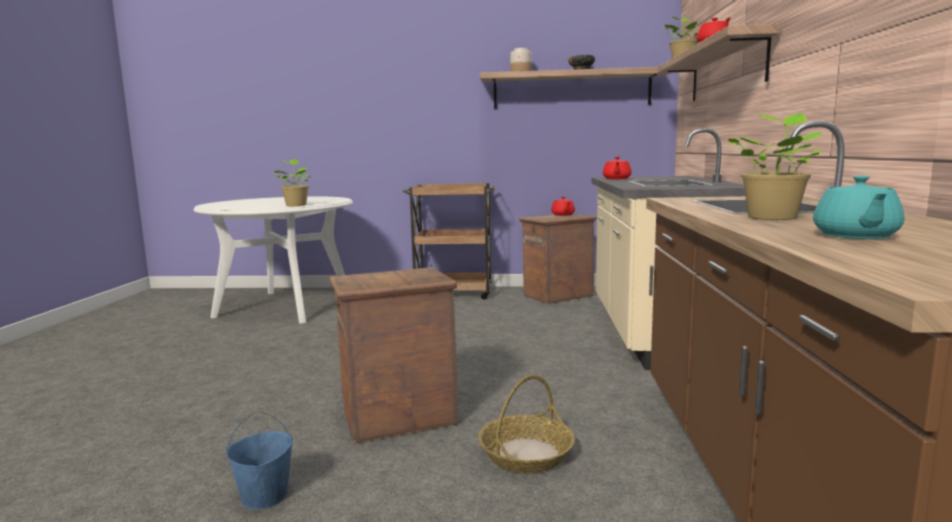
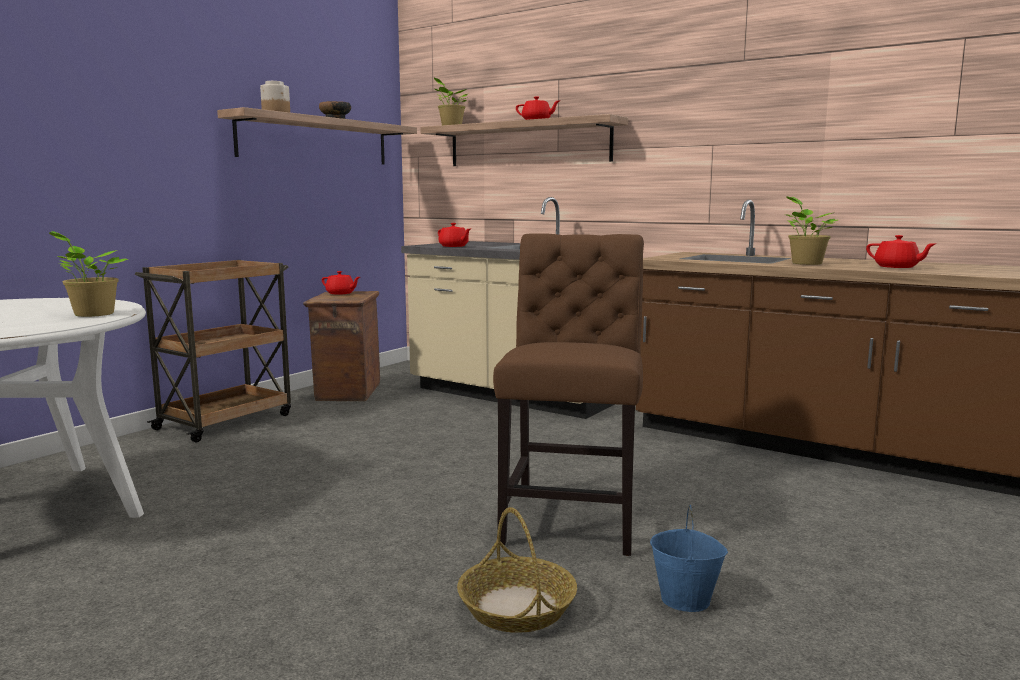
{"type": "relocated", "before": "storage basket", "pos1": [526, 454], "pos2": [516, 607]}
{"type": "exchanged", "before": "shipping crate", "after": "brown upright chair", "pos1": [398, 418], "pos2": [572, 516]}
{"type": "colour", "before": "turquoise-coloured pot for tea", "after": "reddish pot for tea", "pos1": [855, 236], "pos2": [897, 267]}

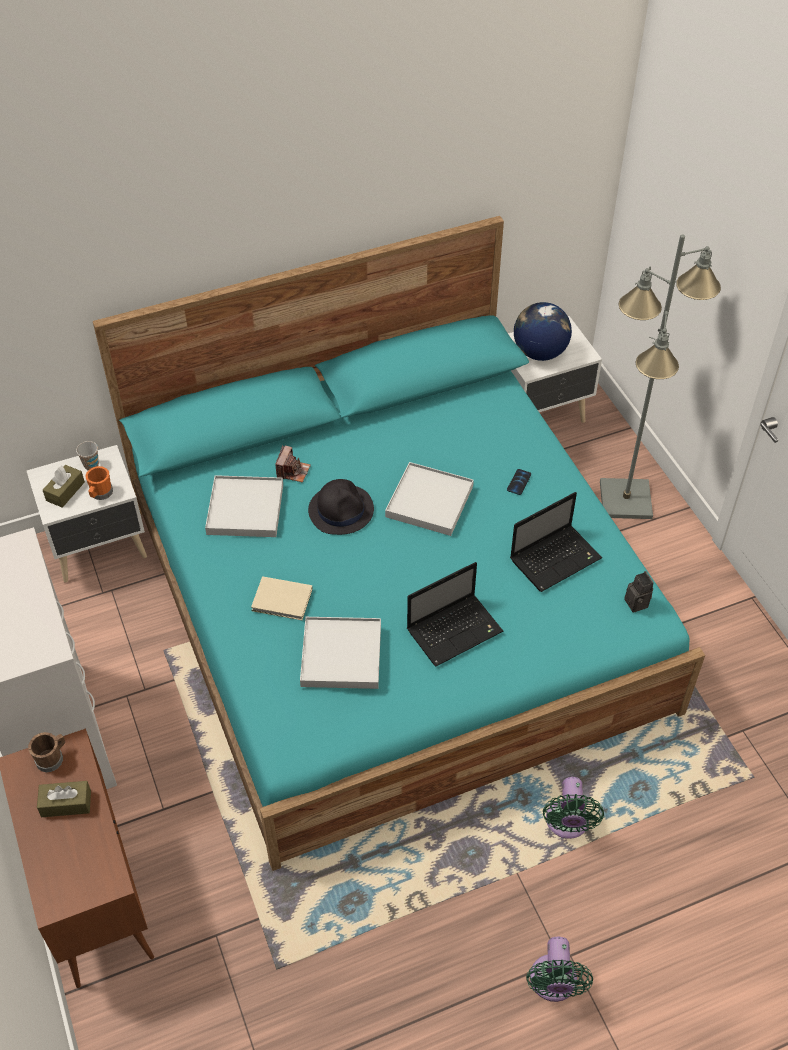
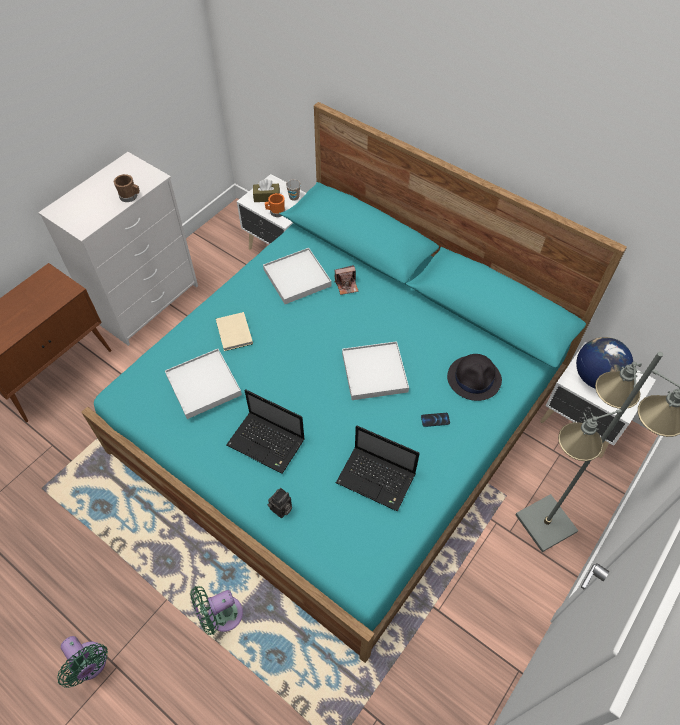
{"type": "spun", "before": "green electric fan", "pos1": [553, 984], "pos2": [90, 664], "turn": -105}
{"type": "relocated", "before": "brown mug", "pos1": [52, 758], "pos2": [130, 197]}
{"type": "relocated", "before": "still camera", "pos1": [638, 604], "pos2": [281, 509]}
{"type": "relocated", "before": "blackish hat", "pos1": [341, 510], "pos2": [474, 378]}
{"type": "missing", "before": "brown tissue box", "pos1": [66, 804]}

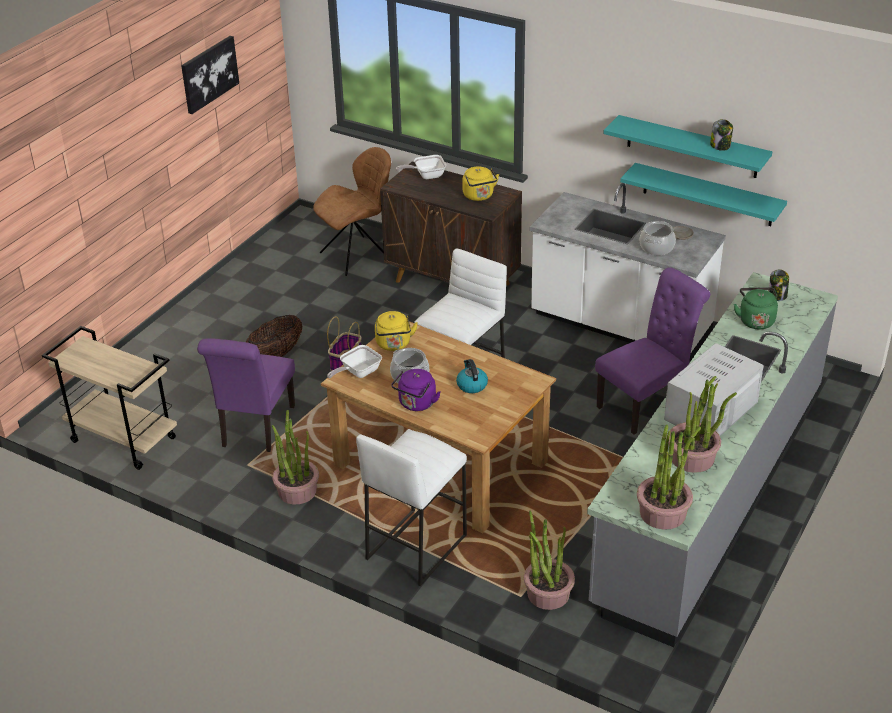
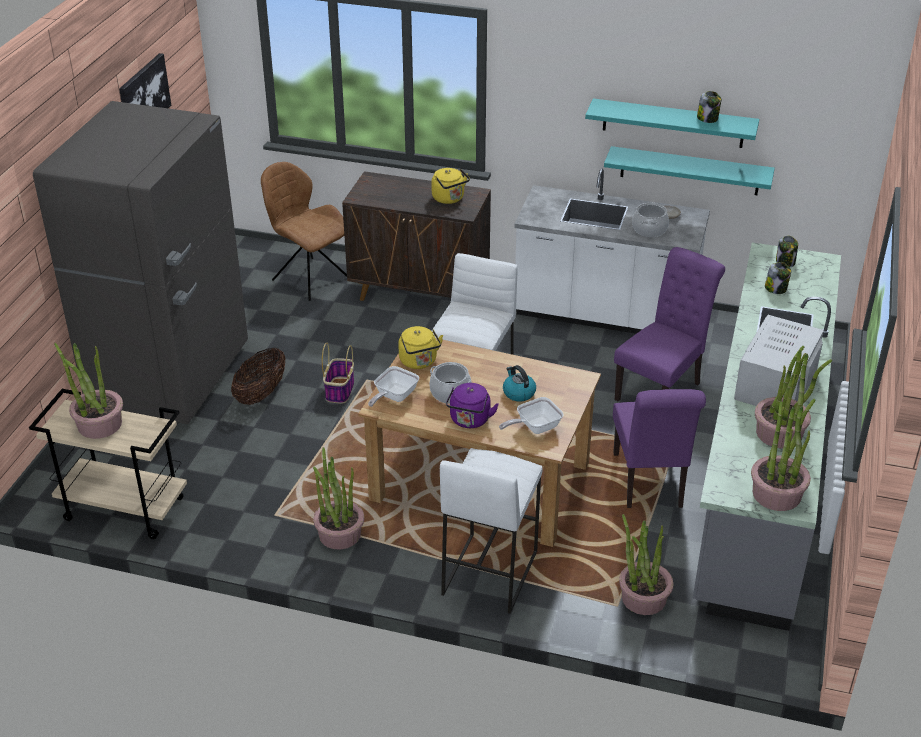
{"type": "appeared", "after": "greyish refrigerator", "pos2": [171, 376]}
{"type": "appeared", "after": "houseplant", "pos2": [99, 424]}
{"type": "spun", "before": "brown upright chair", "pos1": [357, 255], "pos2": [309, 278], "turn": -90}
{"type": "relocated", "before": "frying pan", "pos1": [426, 175], "pos2": [534, 427]}
{"type": "relocated", "before": "purplish upright chair", "pos1": [255, 429], "pos2": [649, 484]}
{"type": "exchanged", "before": "green water kettle", "after": "jar", "pos1": [755, 320], "pos2": [776, 289]}

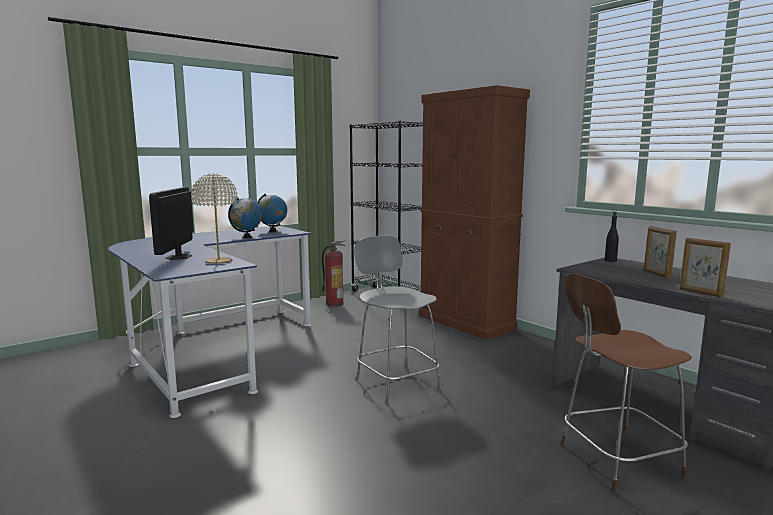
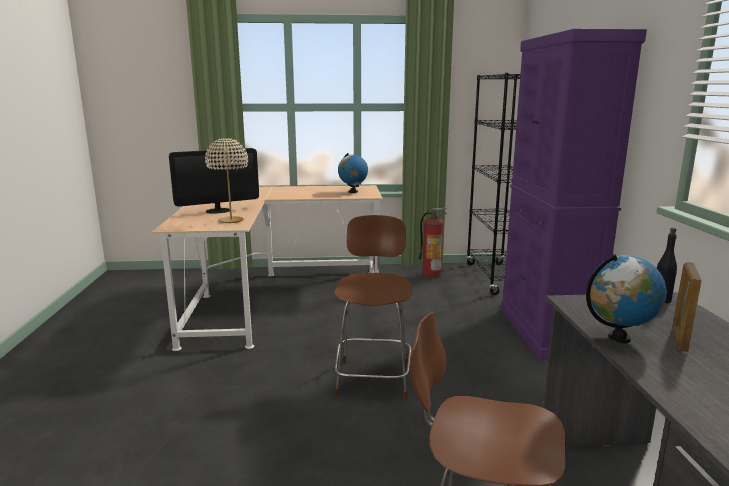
{"type": "colour", "before": "blue-coloured desk unit", "after": "beige desk unit", "pos1": [211, 350], "pos2": [271, 297]}
{"type": "spun", "before": "computer display", "pos1": [178, 257], "pos2": [218, 211], "turn": -150}
{"type": "colour", "before": "greyish upright chair", "after": "brown upright chair", "pos1": [396, 382], "pos2": [373, 378]}
{"type": "colour", "before": "brown storage cabinet", "after": "purplish storage cabinet", "pos1": [466, 322], "pos2": [545, 331]}
{"type": "relocated", "before": "world globe", "pos1": [247, 237], "pos2": [619, 338]}
{"type": "missing", "before": "standing frame", "pos1": [700, 293]}

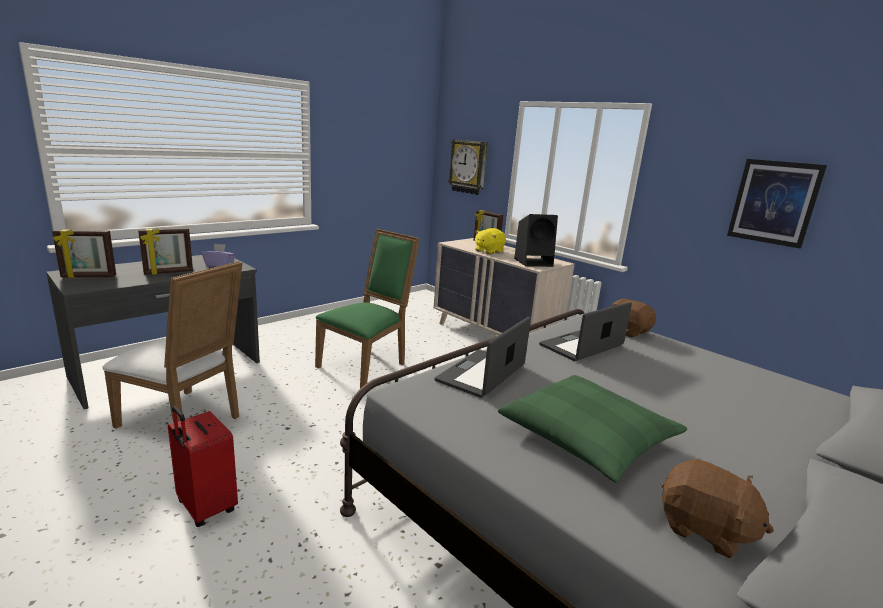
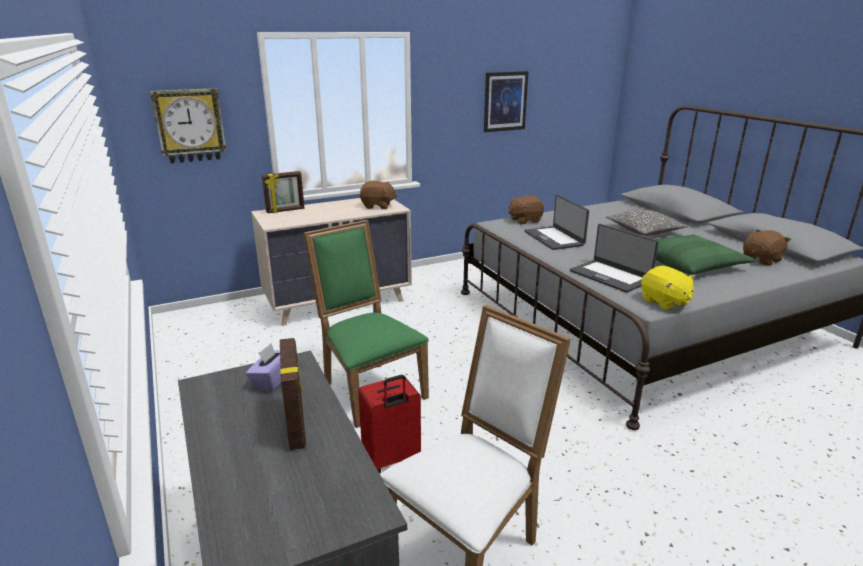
{"type": "relocated", "before": "reddish piece of luggage", "pos1": [205, 508], "pos2": [391, 459]}
{"type": "exchanged", "before": "blackish speaker", "after": "brown cuddly toy", "pos1": [534, 262], "pos2": [377, 206]}
{"type": "appeared", "after": "throw pillow", "pos2": [644, 230]}
{"type": "relocated", "before": "yellow-coloured cuddly toy", "pos1": [488, 251], "pos2": [664, 302]}
{"type": "missing", "before": "standing frame", "pos1": [88, 277]}

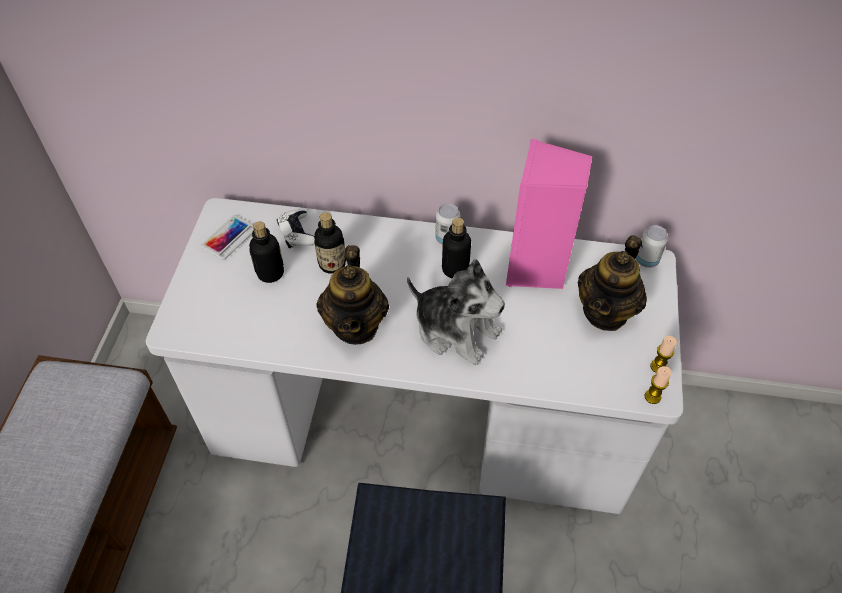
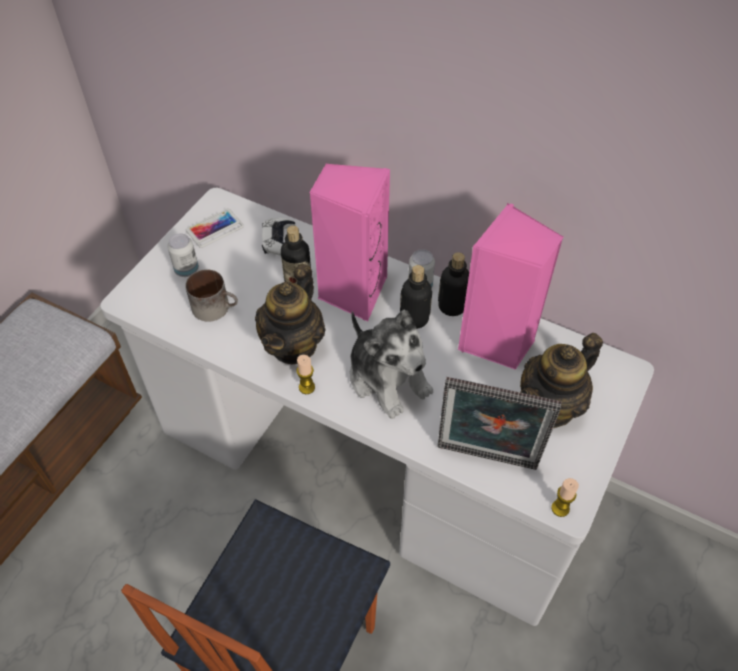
{"type": "relocated", "before": "metal can", "pos1": [646, 260], "pos2": [186, 270]}
{"type": "appeared", "after": "mug", "pos2": [216, 307]}
{"type": "relocated", "before": "wax candle", "pos1": [658, 366], "pos2": [306, 387]}
{"type": "appeared", "after": "pink speaker", "pos2": [352, 291]}
{"type": "appeared", "after": "standing frame", "pos2": [486, 460]}
{"type": "relocated", "before": "bottle", "pos1": [270, 273], "pos2": [452, 306]}

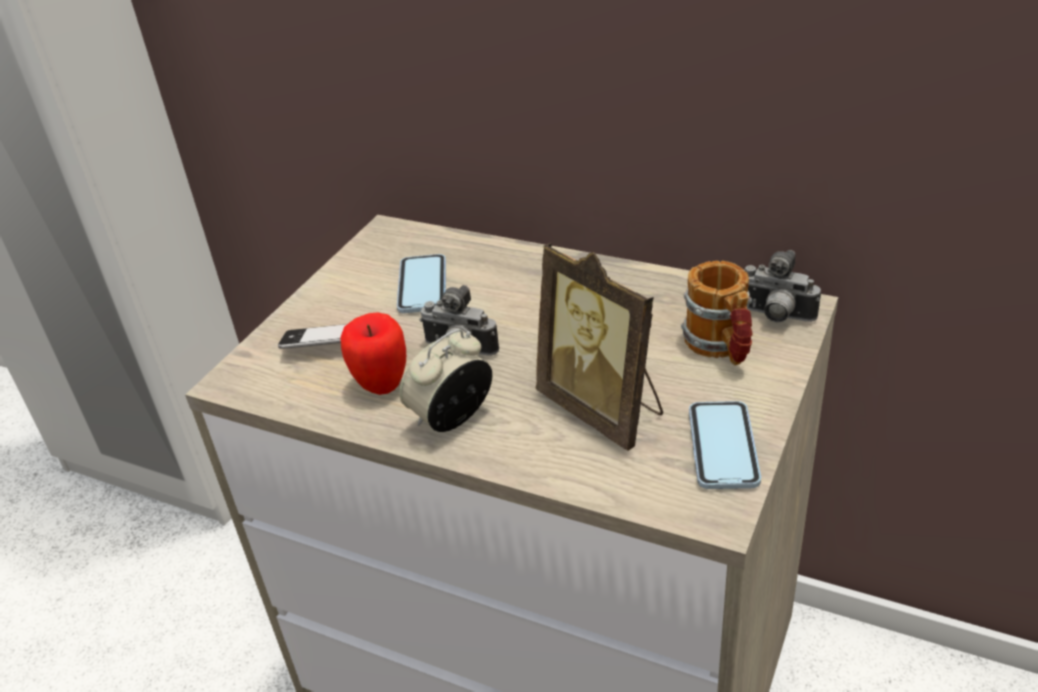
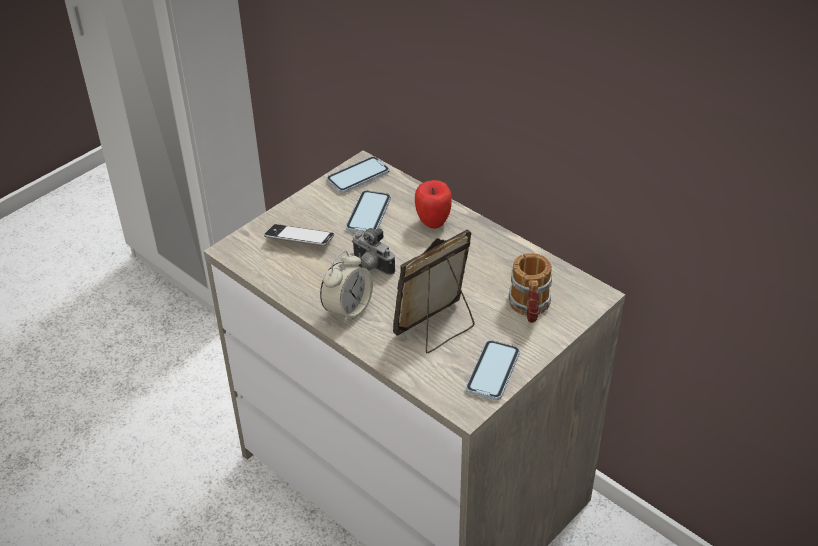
{"type": "spun", "before": "bedside clock", "pos1": [452, 418], "pos2": [348, 309], "turn": 150}
{"type": "appeared", "after": "handset", "pos2": [358, 176]}
{"type": "spun", "before": "standing frame", "pos1": [604, 409], "pos2": [437, 329], "turn": 75}
{"type": "relocated", "before": "whole apple", "pos1": [381, 385], "pos2": [433, 222]}
{"type": "missing", "before": "still camera", "pos1": [774, 317]}

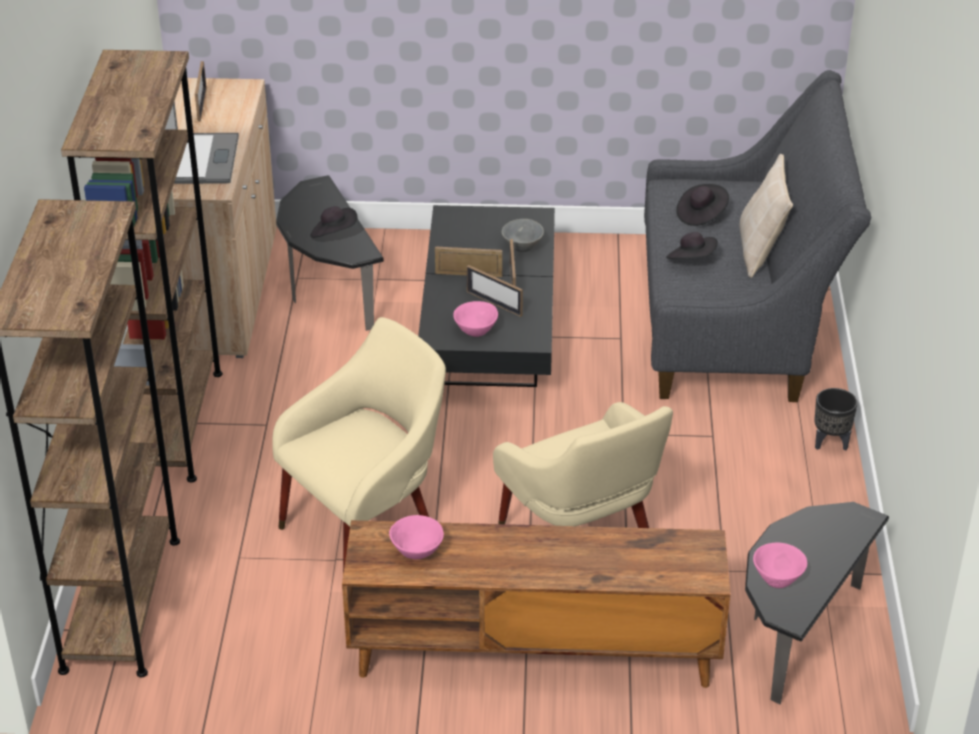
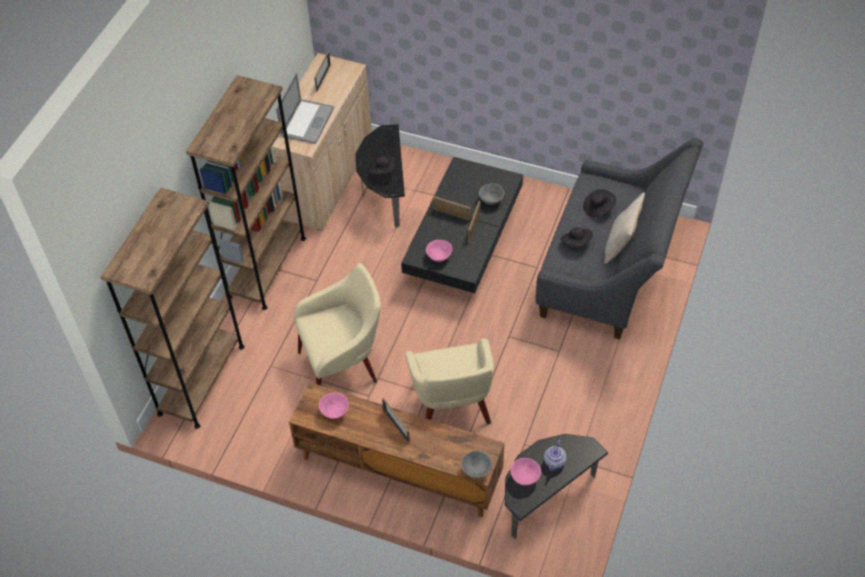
{"type": "relocated", "before": "standing frame", "pos1": [494, 303], "pos2": [396, 425]}
{"type": "appeared", "after": "greyish deep dish", "pos2": [477, 470]}
{"type": "appeared", "after": "pot for tea", "pos2": [554, 462]}
{"type": "missing", "before": "blackish plant pot", "pos1": [831, 443]}

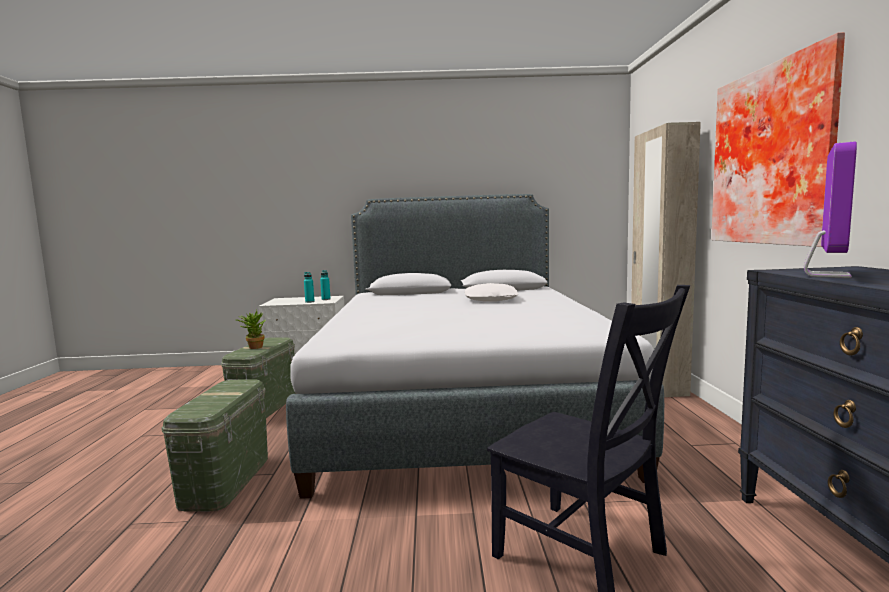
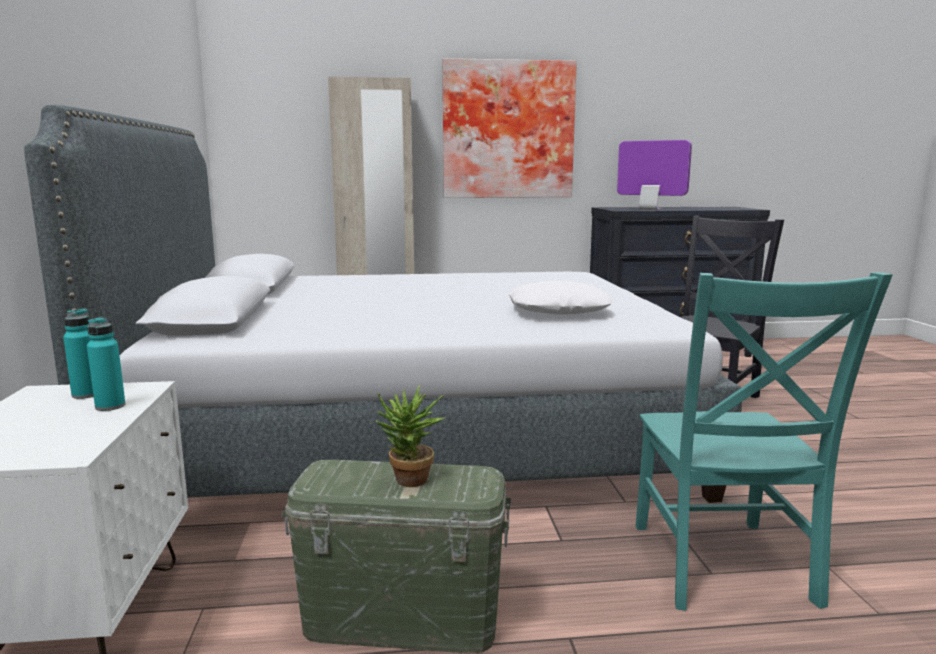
{"type": "relocated", "before": "whitish throw pillow", "pos1": [491, 299], "pos2": [558, 310]}
{"type": "exchanged", "before": "green storage container", "after": "turquoise-coloured upright chair", "pos1": [226, 480], "pos2": [723, 567]}

